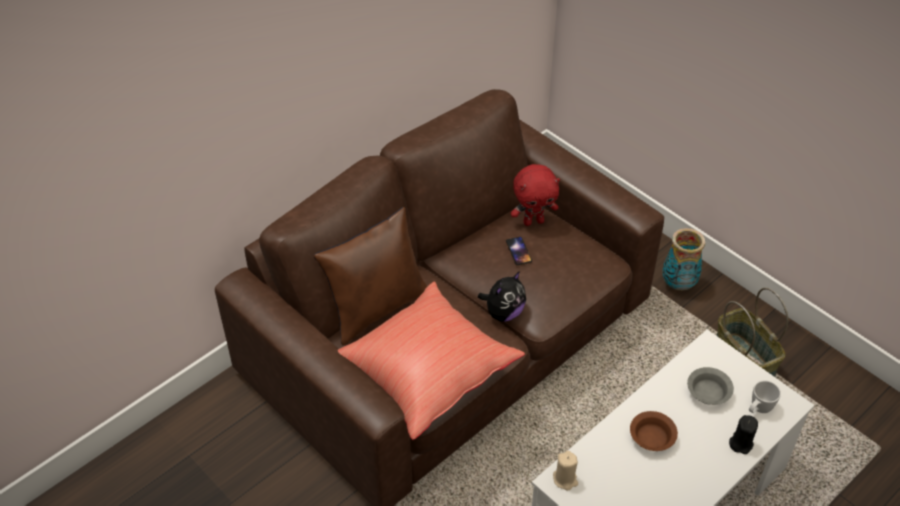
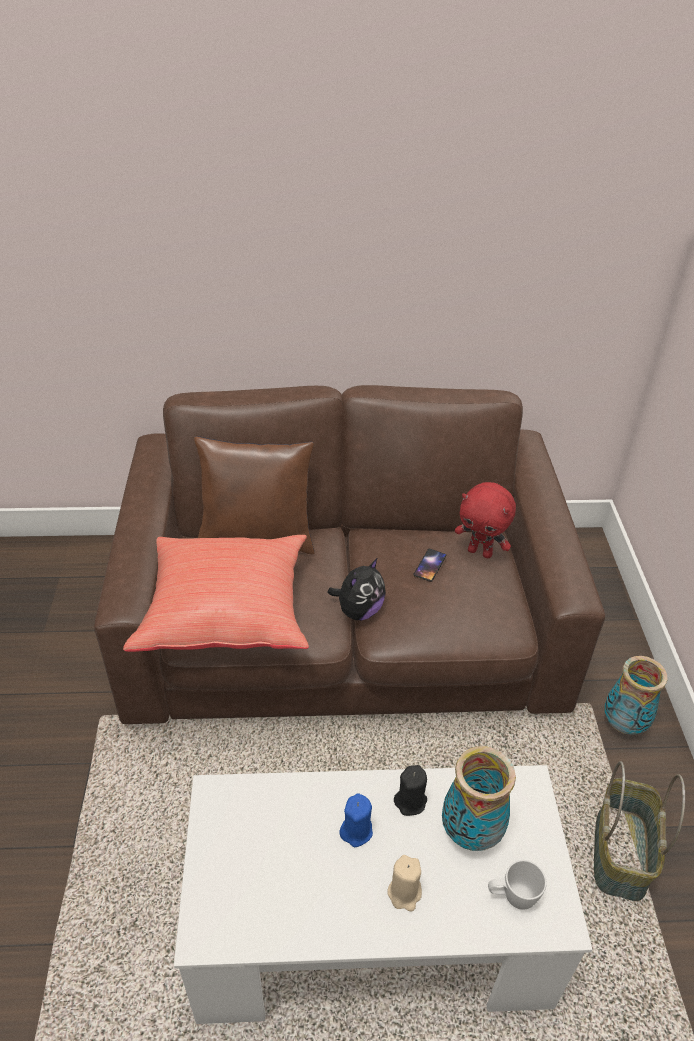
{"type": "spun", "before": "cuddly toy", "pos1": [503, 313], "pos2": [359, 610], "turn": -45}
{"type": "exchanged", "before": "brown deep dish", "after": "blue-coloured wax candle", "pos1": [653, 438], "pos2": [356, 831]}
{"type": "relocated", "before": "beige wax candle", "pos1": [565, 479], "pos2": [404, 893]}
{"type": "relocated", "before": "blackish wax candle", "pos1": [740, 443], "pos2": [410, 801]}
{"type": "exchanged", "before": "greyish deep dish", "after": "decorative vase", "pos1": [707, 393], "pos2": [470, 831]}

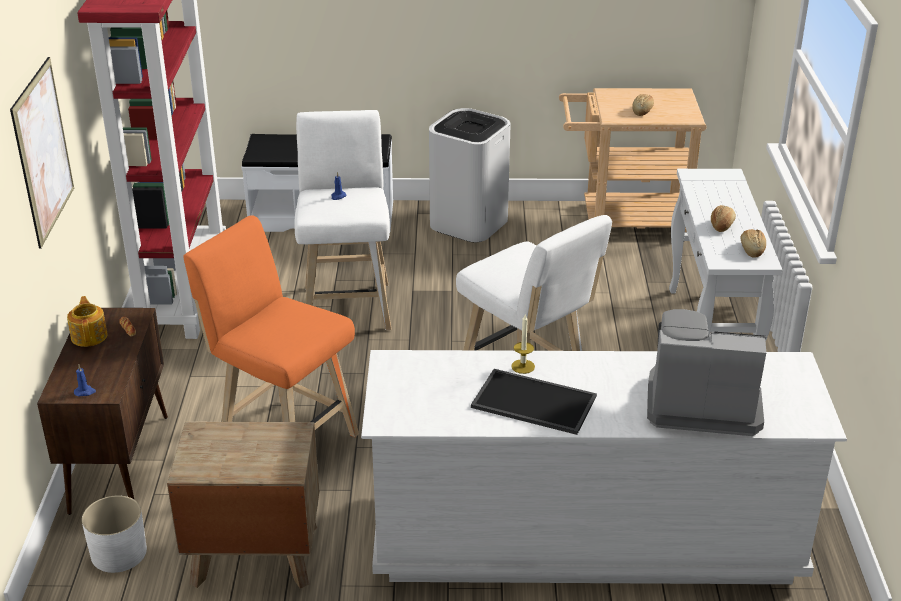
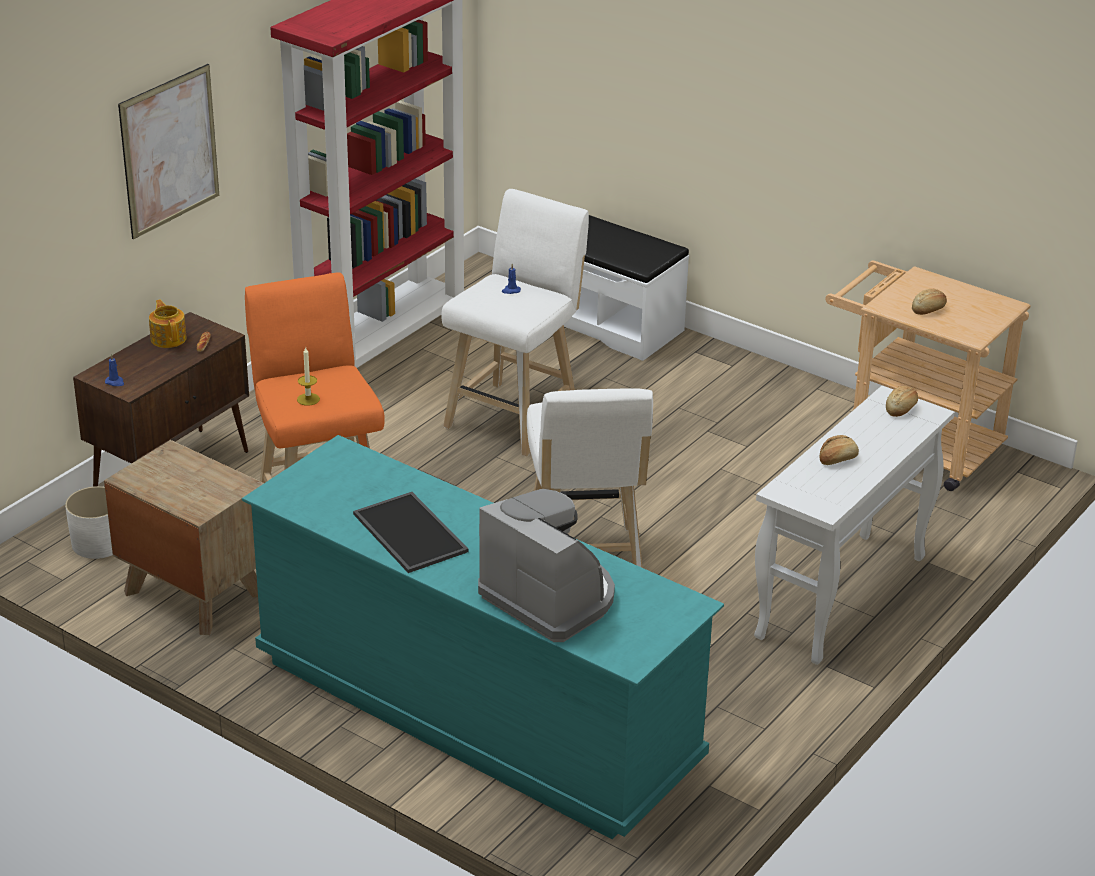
{"type": "spun", "before": "pot for tea", "pos1": [89, 336], "pos2": [168, 338], "turn": -45}
{"type": "colour", "before": "whitish drawer chest", "after": "turquoise-coloured drawer chest", "pos1": [585, 537], "pos2": [476, 710]}
{"type": "relocated", "before": "wax candle", "pos1": [523, 366], "pos2": [308, 399]}
{"type": "relocated", "before": "bakery bread", "pos1": [752, 249], "pos2": [901, 409]}
{"type": "missing", "before": "whitish trash can", "pos1": [468, 223]}

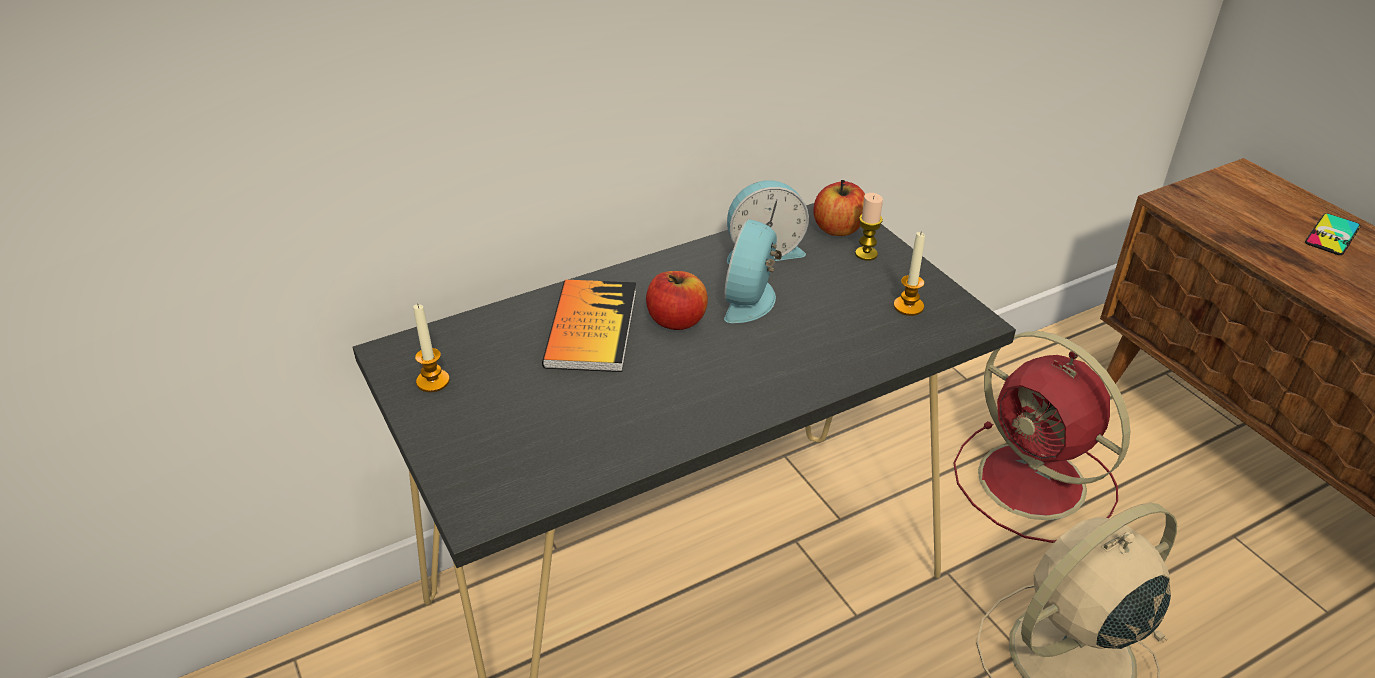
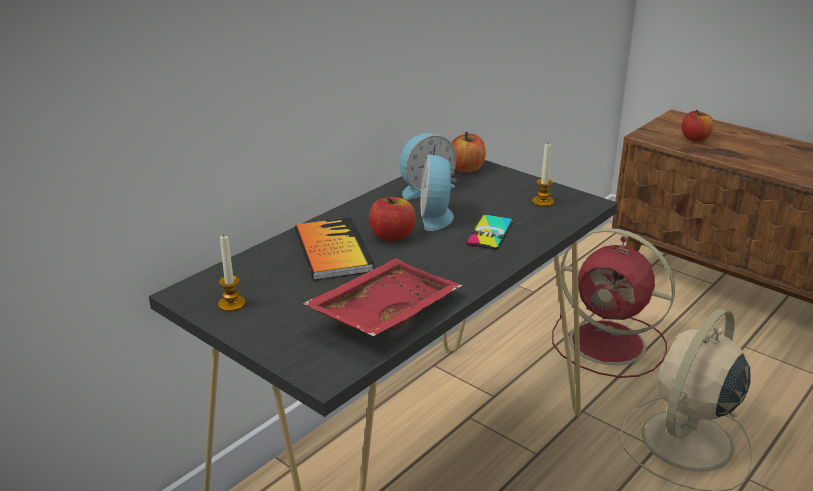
{"type": "appeared", "after": "reddish tray", "pos2": [383, 312]}
{"type": "relocated", "before": "handset", "pos1": [1332, 235], "pos2": [490, 232]}
{"type": "appeared", "after": "whole apple", "pos2": [695, 139]}
{"type": "missing", "before": "wax candle", "pos1": [866, 254]}

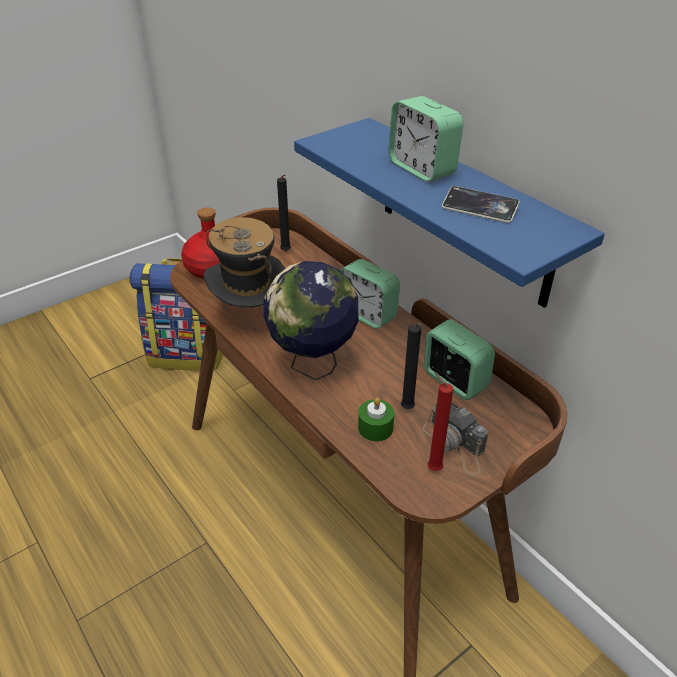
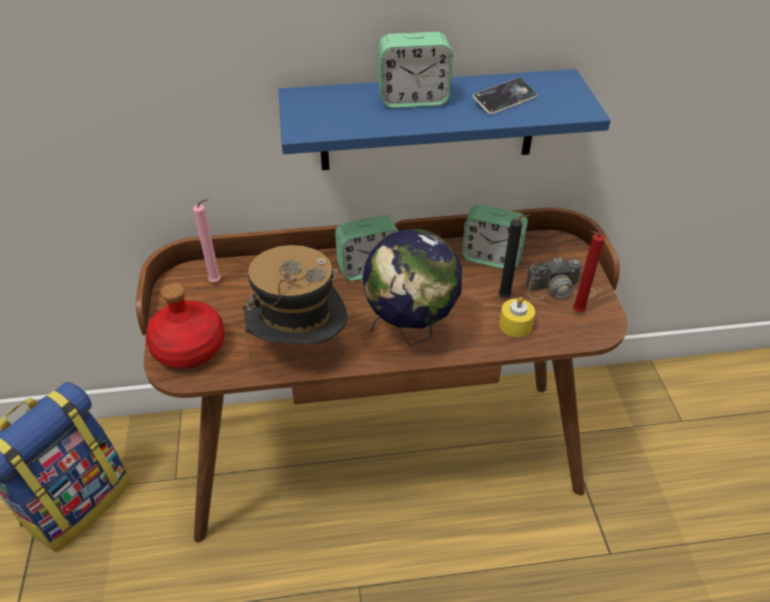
{"type": "colour", "before": "blackish wax candle", "after": "pink wax candle", "pos1": [286, 252], "pos2": [217, 282]}
{"type": "spun", "before": "bedside clock", "pos1": [454, 381], "pos2": [491, 257], "turn": -150}
{"type": "colour", "before": "green wax candle", "after": "yellow-coloured wax candle", "pos1": [375, 428], "pos2": [515, 325]}

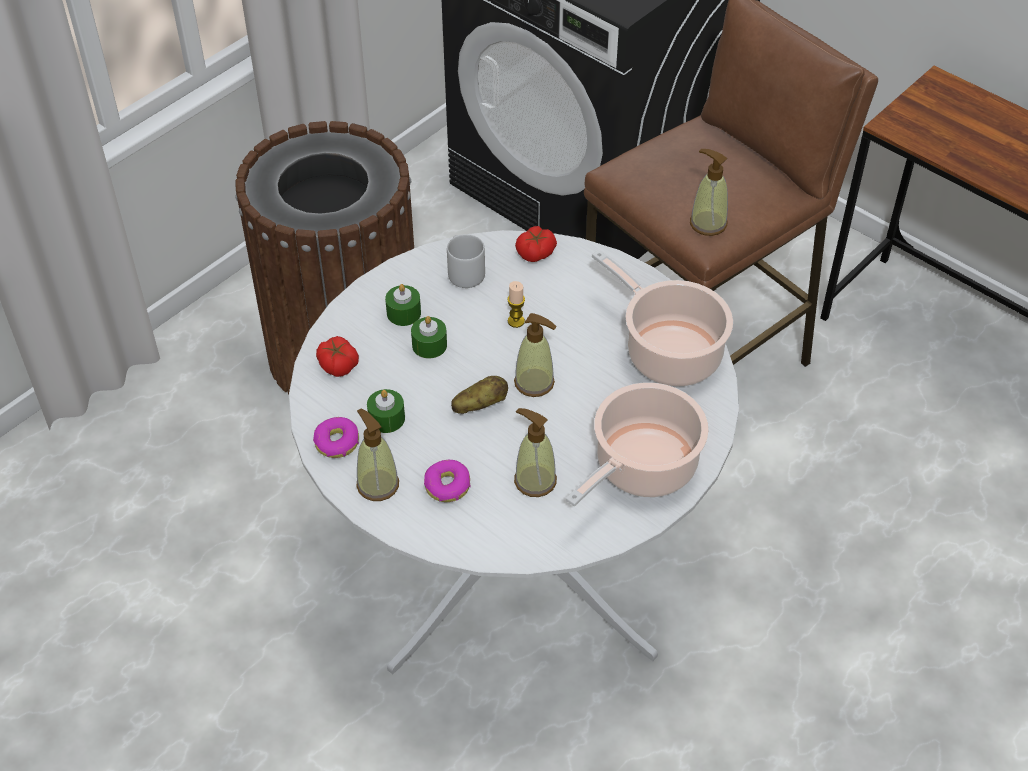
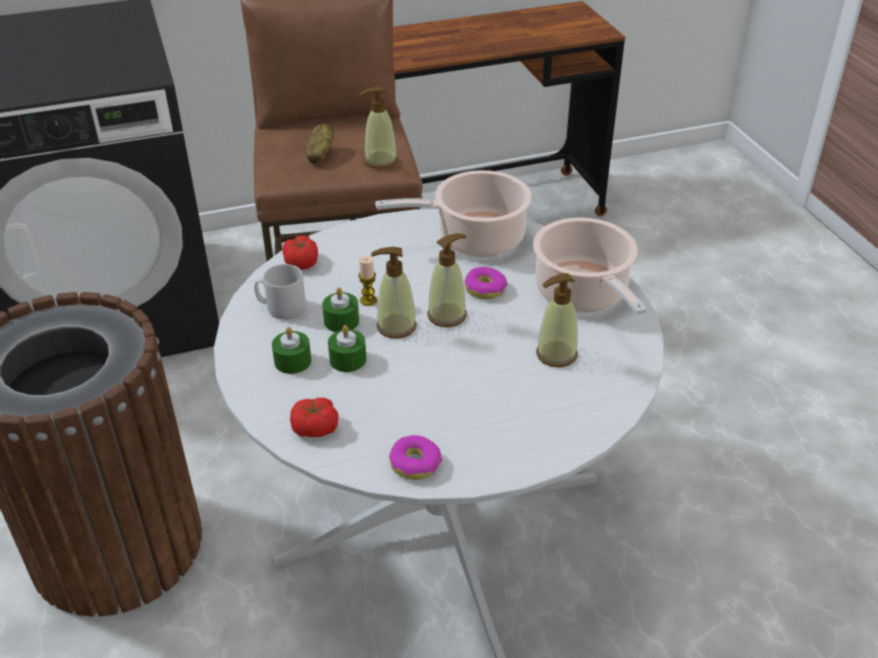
{"type": "relocated", "before": "spud", "pos1": [480, 405], "pos2": [320, 155]}
{"type": "relocated", "before": "green wax candle", "pos1": [386, 418], "pos2": [341, 321]}
{"type": "relocated", "before": "liquid soap bottle", "pos1": [377, 484], "pos2": [396, 326]}
{"type": "relocated", "before": "doughnut", "pos1": [447, 486], "pos2": [485, 289]}

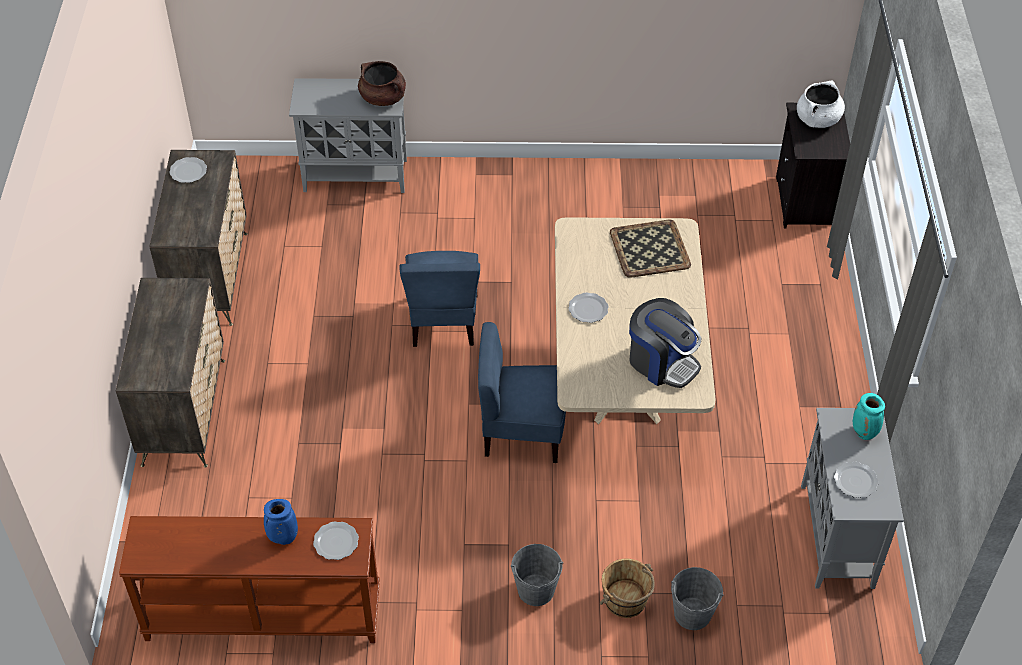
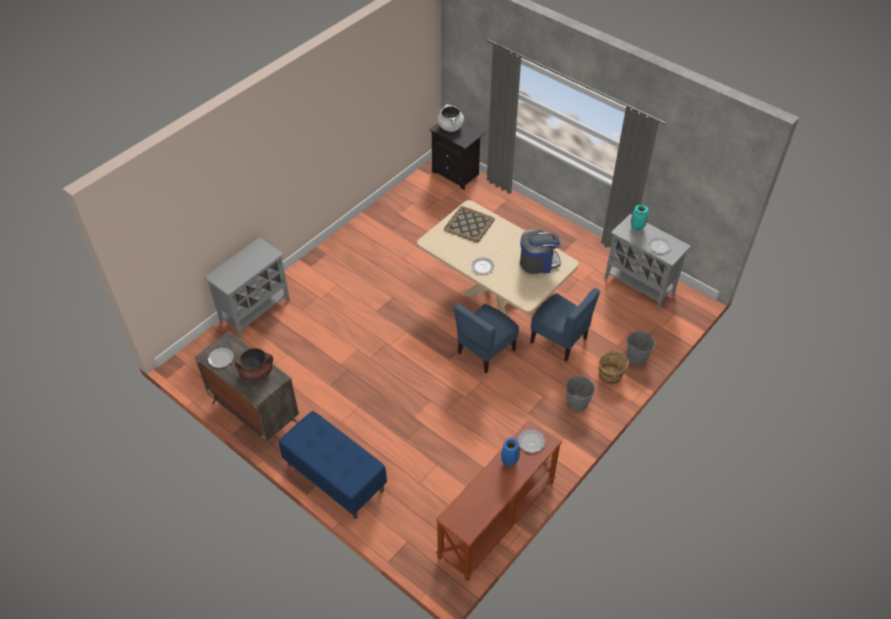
{"type": "relocated", "before": "brown stockpot", "pos1": [383, 98], "pos2": [257, 372]}
{"type": "exchanged", "before": "drawer chest", "after": "blue-coloured long seat", "pos1": [185, 410], "pos2": [334, 477]}
{"type": "relocated", "before": "blue-coloured upright chair", "pos1": [443, 321], "pos2": [559, 340]}

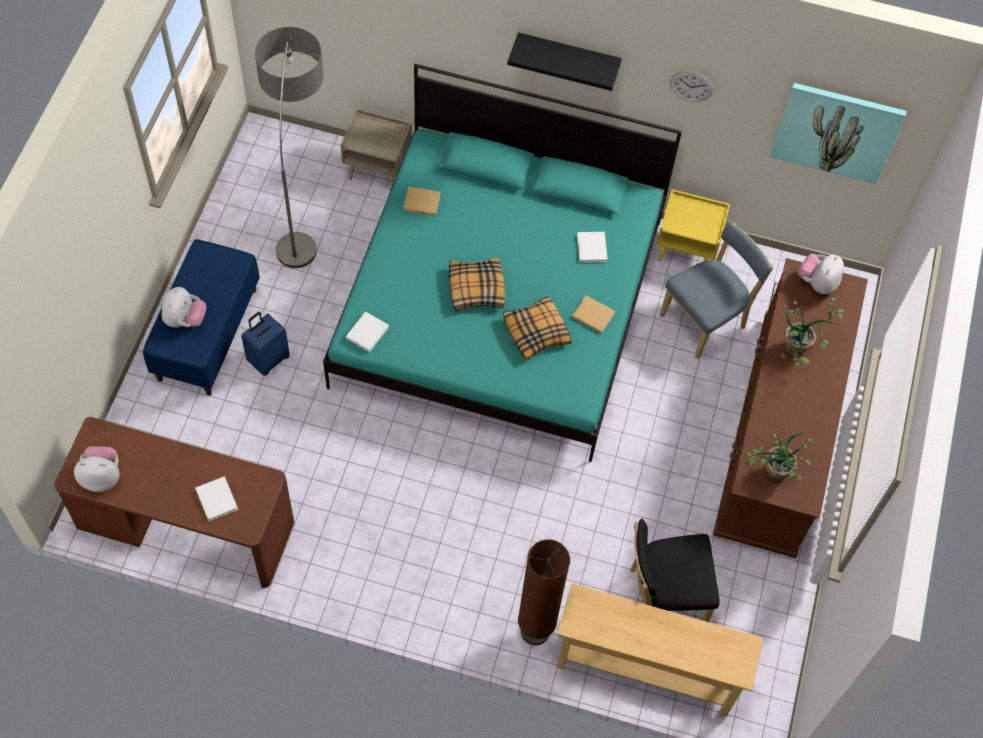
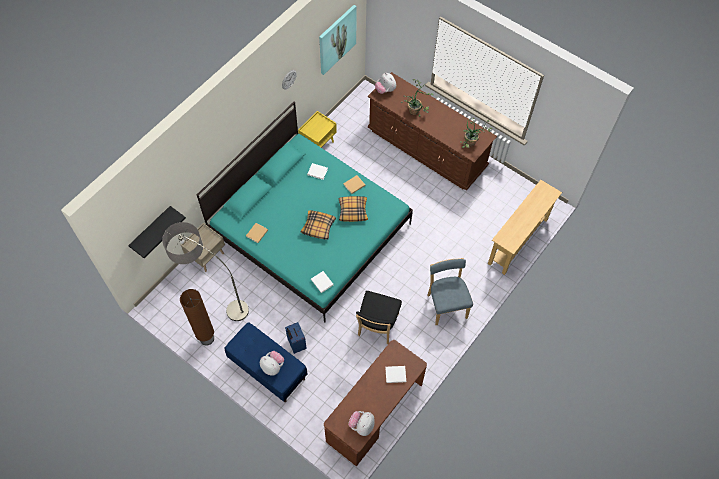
{"type": "relocated", "before": "blackish bracket shelf", "pos1": [568, 56], "pos2": [151, 229]}
{"type": "relocated", "before": "brown standard lamp", "pos1": [535, 631], "pos2": [207, 338]}
{"type": "relocated", "before": "blackish upright chair", "pos1": [663, 596], "pos2": [377, 326]}
{"type": "relocated", "before": "blue-coloured upright chair", "pos1": [706, 320], "pos2": [446, 304]}

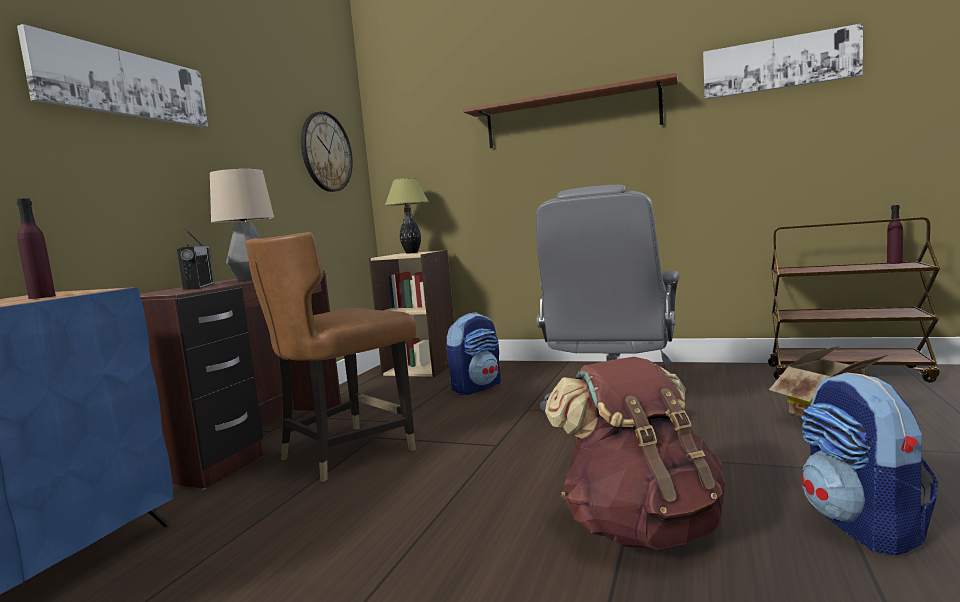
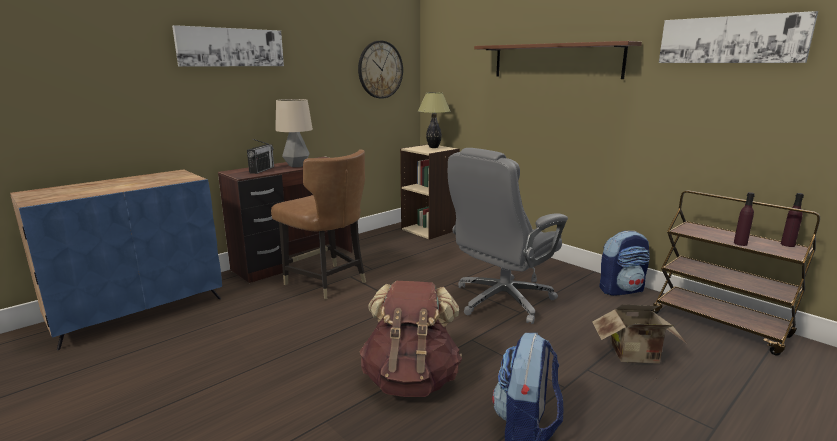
{"type": "spun", "before": "brown upright chair", "pos1": [346, 452], "pos2": [327, 282], "turn": -120}
{"type": "relocated", "before": "rucksack", "pos1": [477, 387], "pos2": [621, 290]}
{"type": "relocated", "before": "purplish bottle", "pos1": [42, 297], "pos2": [740, 243]}

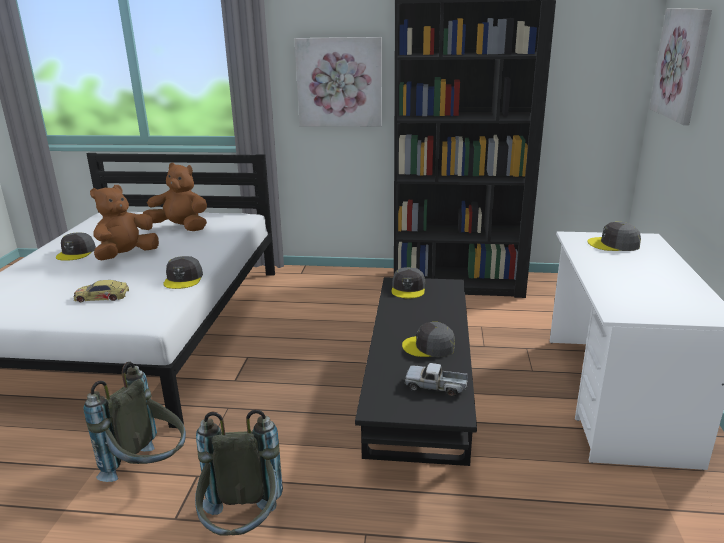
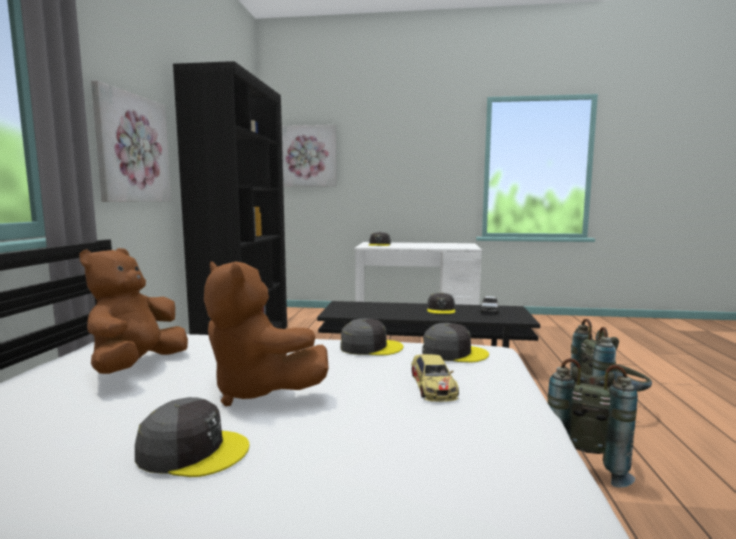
{"type": "relocated", "before": "greyish baseball cap", "pos1": [408, 289], "pos2": [453, 353]}

